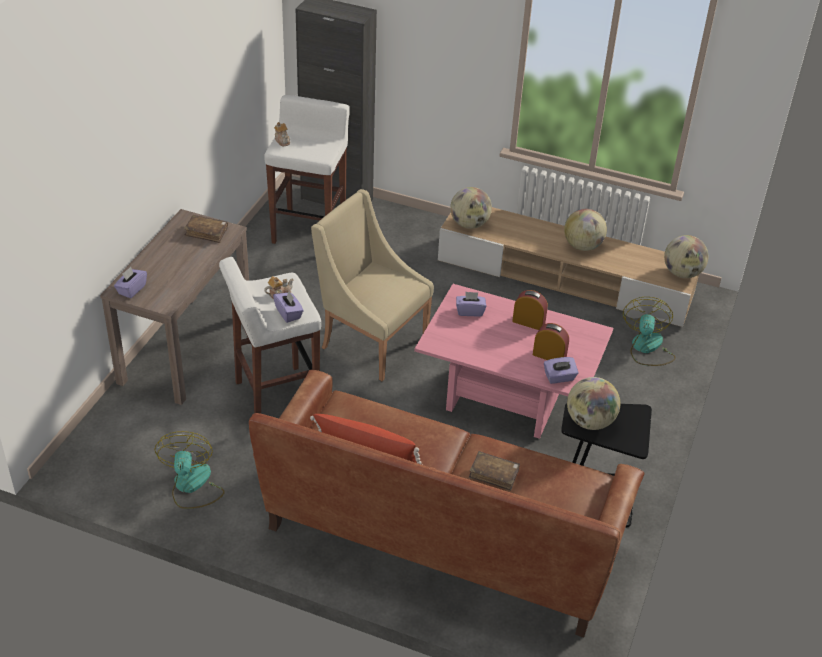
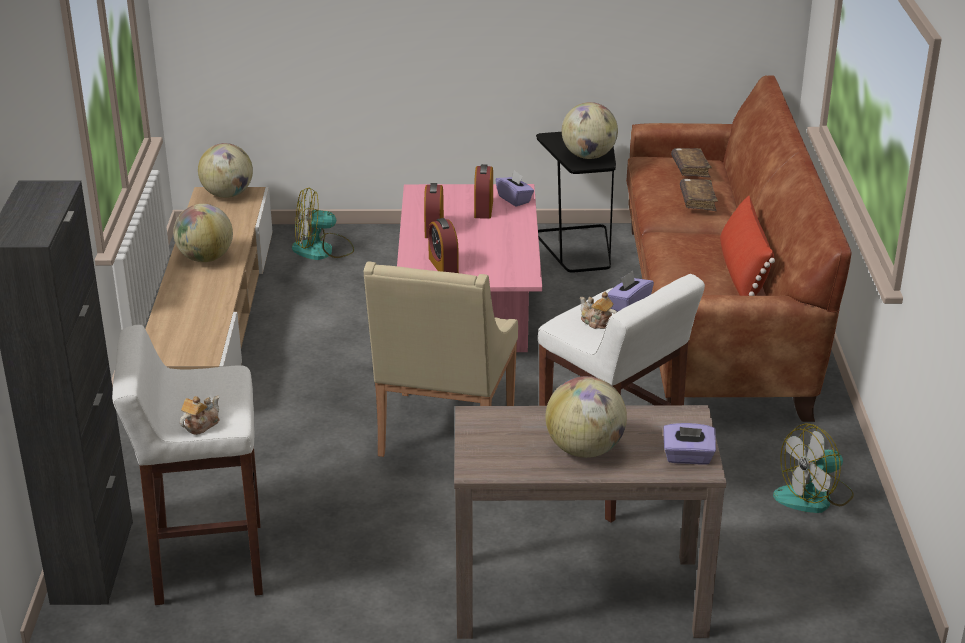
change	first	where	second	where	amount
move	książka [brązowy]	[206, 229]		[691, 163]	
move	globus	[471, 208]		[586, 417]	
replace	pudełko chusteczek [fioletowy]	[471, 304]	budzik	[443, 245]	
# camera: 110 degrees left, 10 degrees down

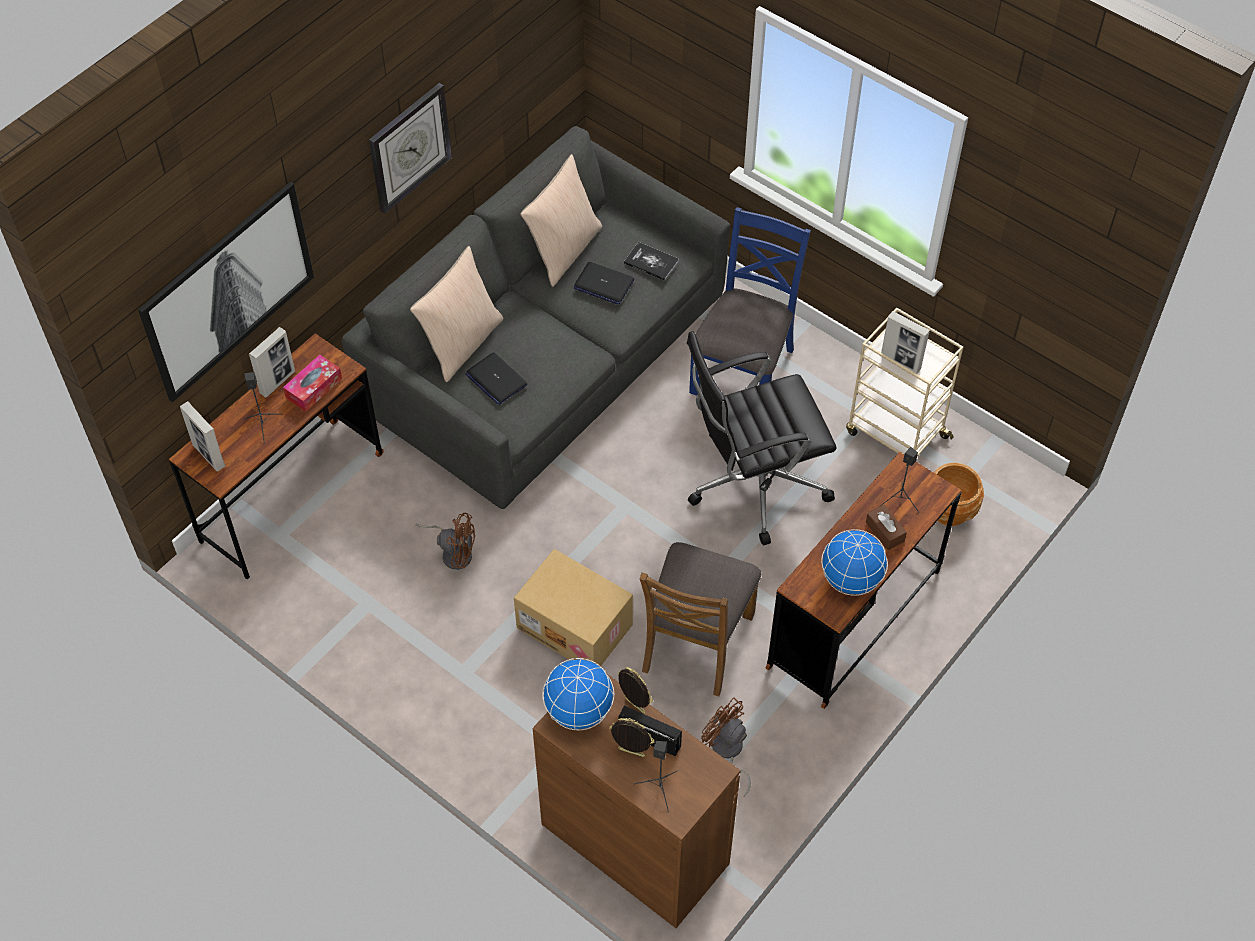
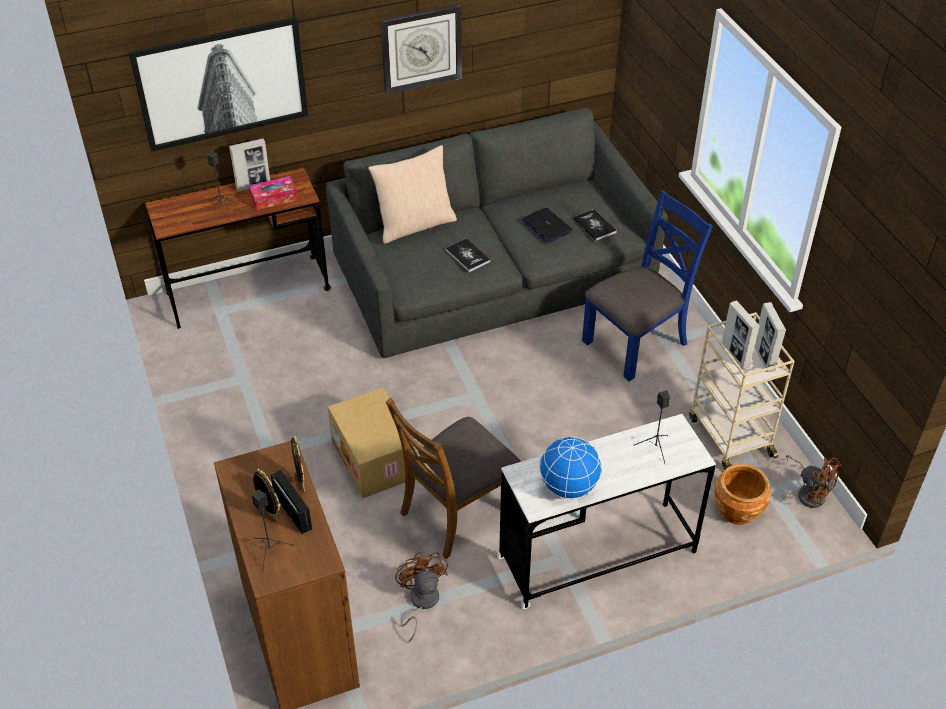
change	first	where	second	where	amount
move	ramka na zdjęcie	[202, 436]		[770, 337]	
move	wentylator [brązowy]	[445, 541]		[813, 481]	
delete	laptop	[496, 378]			
delete	poduszka [beżowy]	[561, 220]			
delete	globus	[578, 694]			
delete	krzesło biurowe [czarny]	[761, 438]			
recolor	biurko [brązowy]	[863, 580]	biurko [biały]	[606, 511]	
delete	pudełko chusteczek [brązowy]	[886, 527]			
insert			książka	[467, 255]	
# camera: 30 degrees right, 10 degrees down

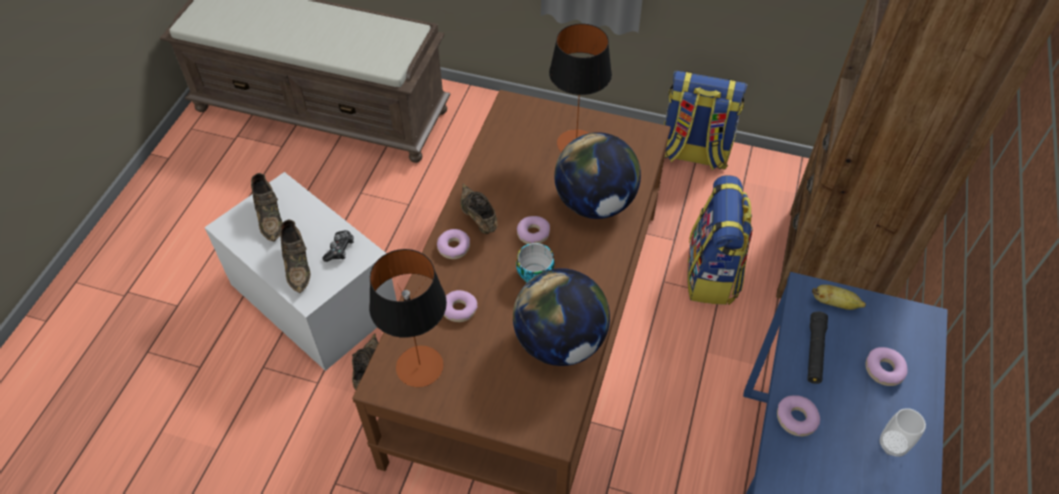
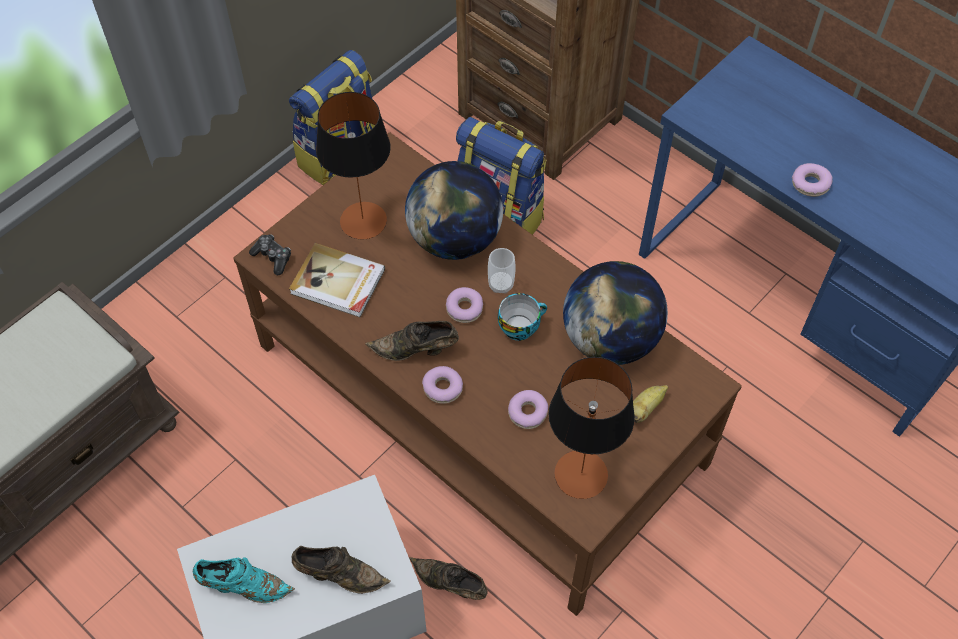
change	first	where	second	where	amount
recolor	but [brązowy]	[267, 207]	but [turkusowy]	[244, 580]	
move	pad do gier	[338, 246]		[270, 254]	
delete	latarka [czarny]	[818, 348]			
move	banan	[839, 297]		[650, 404]	
delete	donut	[886, 366]			
move	filiżanka	[902, 432]		[502, 271]	
insert			książka	[337, 280]	
# camera: 65 degrees left, 5 degrees up

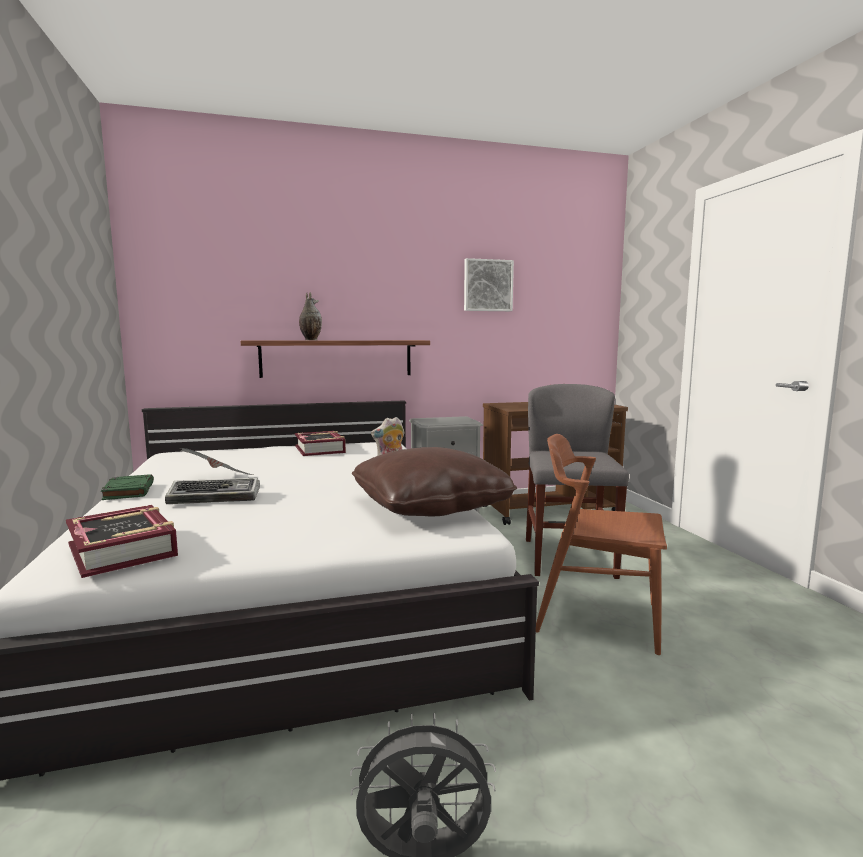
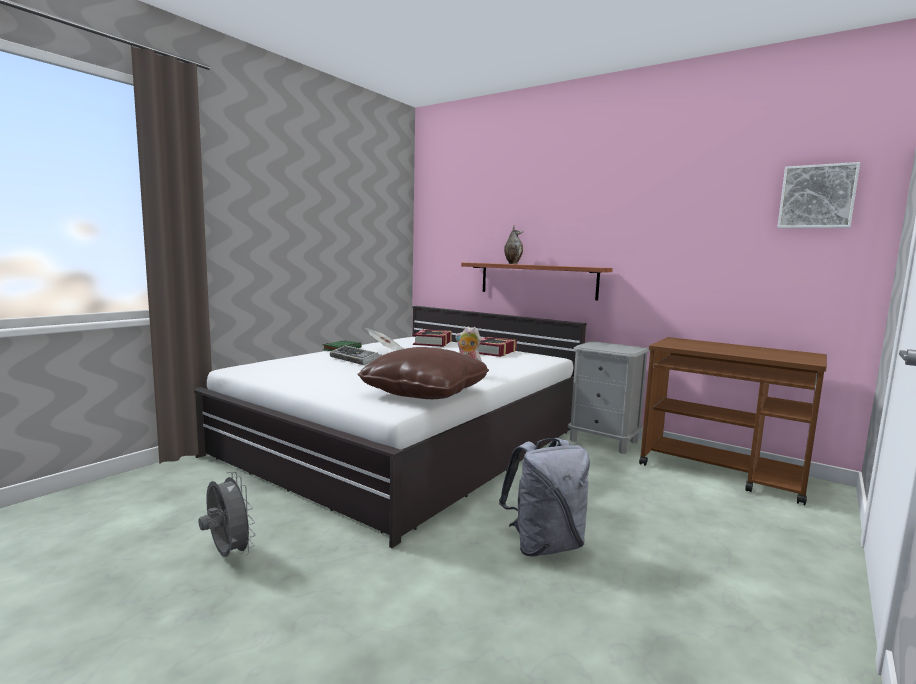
change	first	where	second	where	amount
move	książka	[122, 541]		[432, 338]	
move	obraz	[489, 284]		[818, 195]	
delete	krzesło [szary]	[577, 481]			
replace	krzesło [brązowy]	[601, 544]	plecak [szary]	[544, 497]	
# camera: 50 degrees right, 0 degrees up

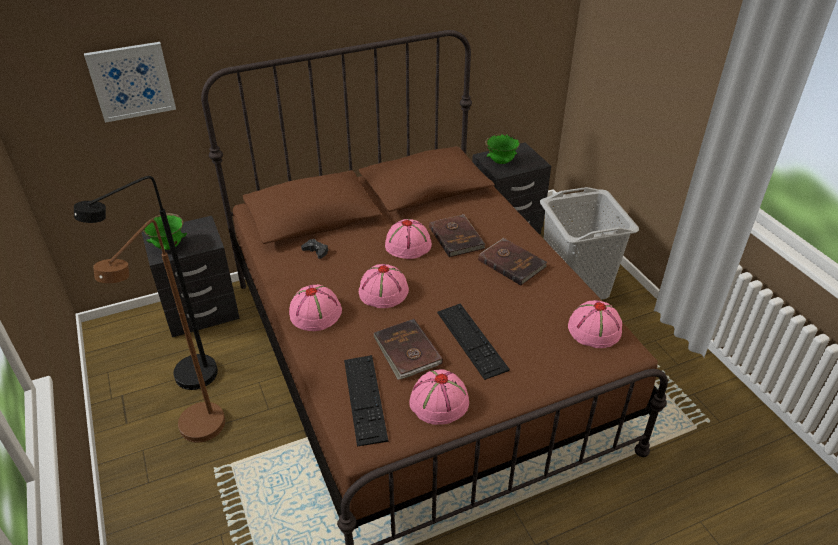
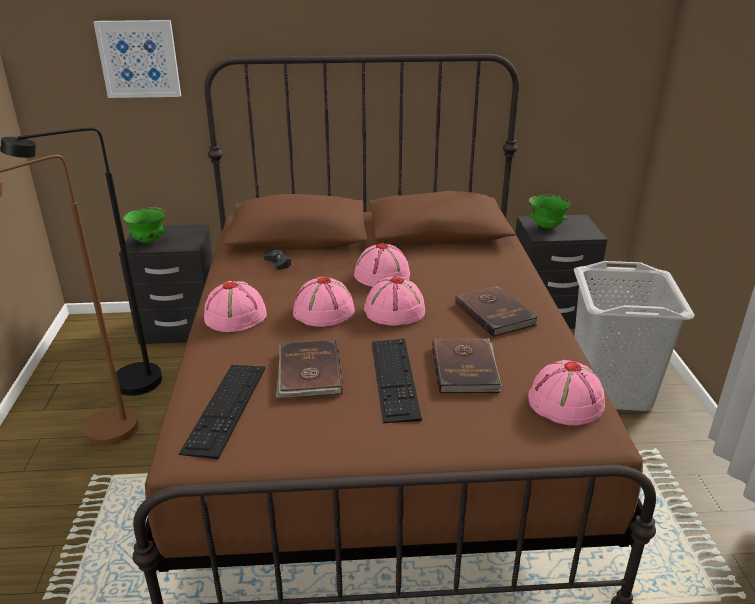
change	first	where	second	where	amount
move	kapelusz [różowy]	[439, 397]		[394, 301]	
move	książka [brązowy]	[457, 235]		[467, 366]	
# camera: 20 degrees right, 10 degrees down

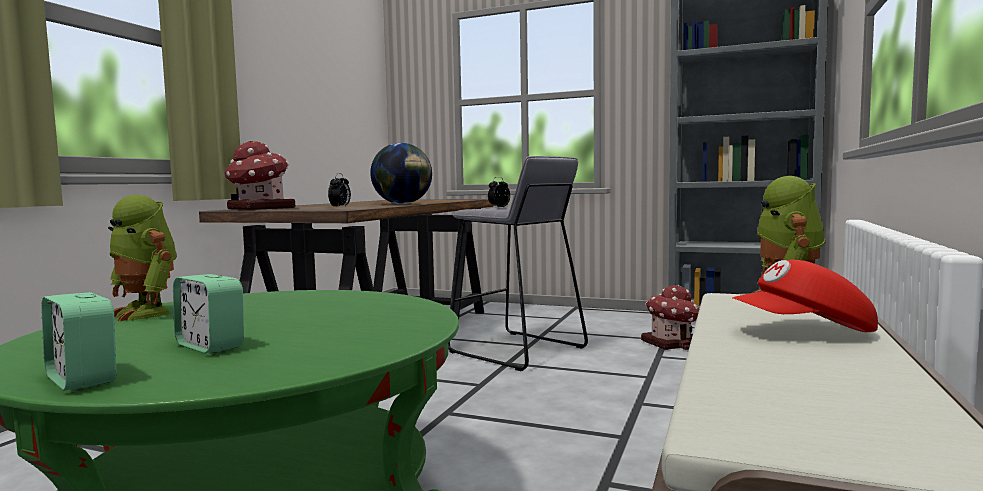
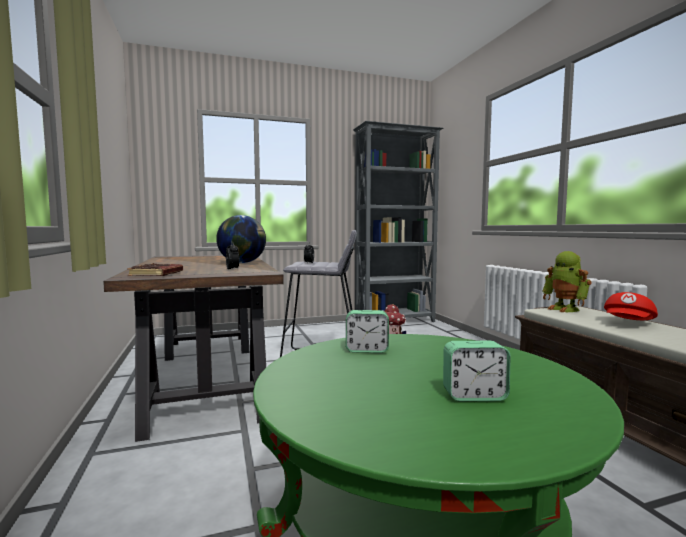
change	first	where	second	where	amount
move	budzik	[79, 341]		[367, 331]	
delete	robot zabawkowy	[142, 258]			
replace	domek	[260, 175]	książka [brązowy]	[155, 269]	
# camera: 40 degrees left, 0 degrees up

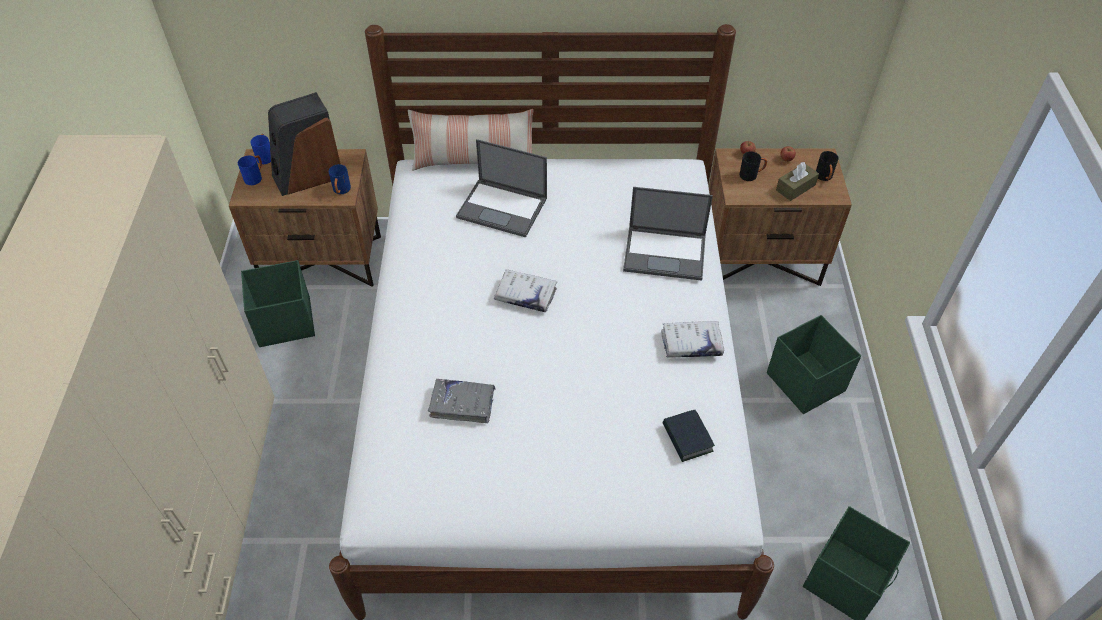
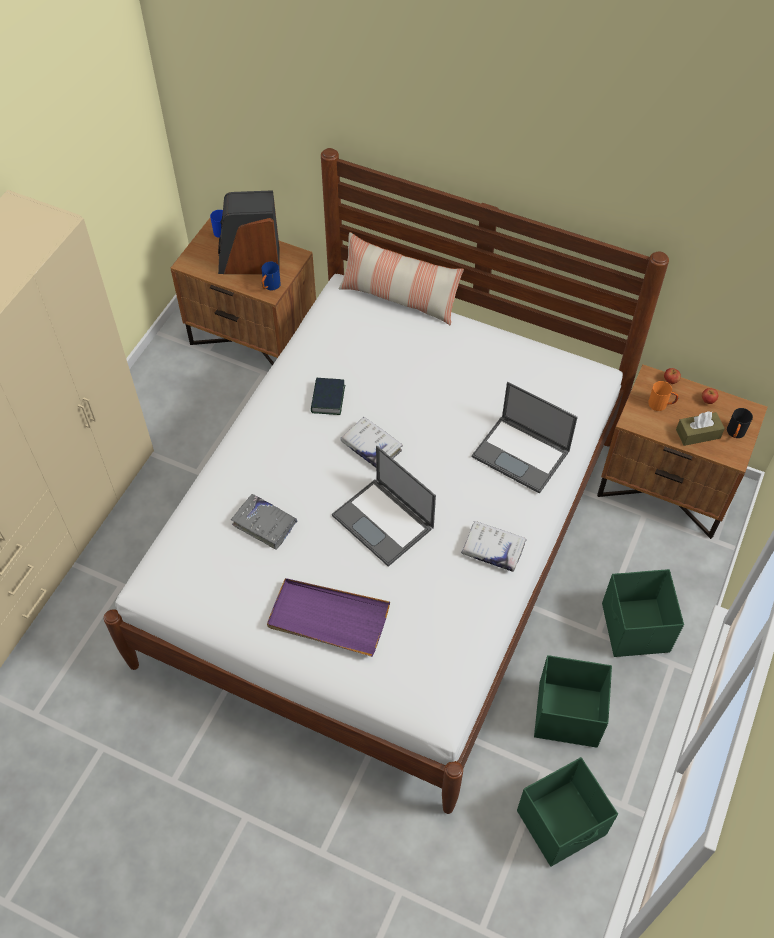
change	first	where	second	where	amount
delete	kubek [niebieski]	[250, 170]			
move	pojemnik do przechowywania [zielony]	[278, 303]		[573, 701]	
move	laptop	[501, 188]		[384, 506]	
move	książka	[689, 436]		[328, 396]	
recolor	kubek [czarny]	[753, 166]	kubek [pomarańczowy]	[663, 396]	
insert			taca [fioletowy]	[328, 617]	
# camera: 25 degrees right, 5 degrees up

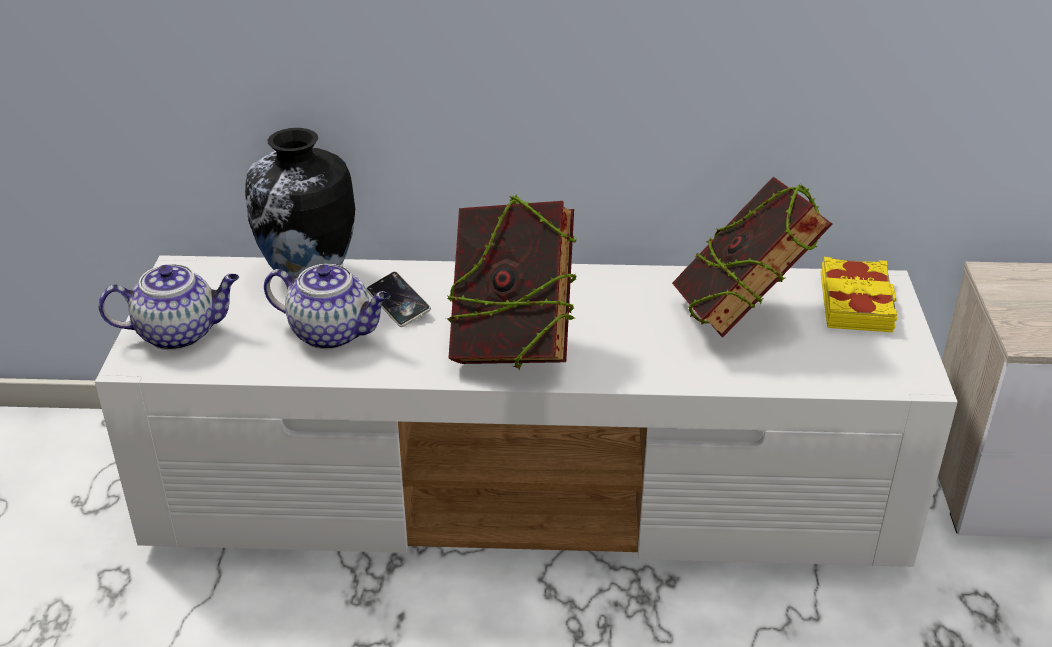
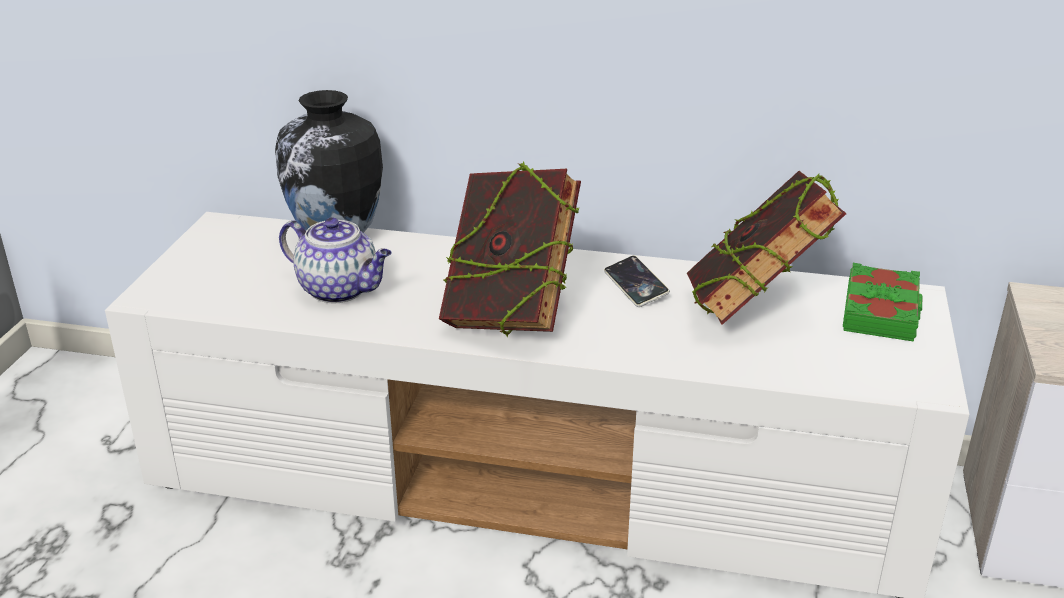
change	first	where	second	where	amount
delete	imbryk	[168, 307]			
move	telefon	[398, 299]		[637, 281]	
recolor	książka [żółty]	[858, 294]	książka [zielony]	[883, 302]	
# camera: 10 degrees right, 5 degrees down

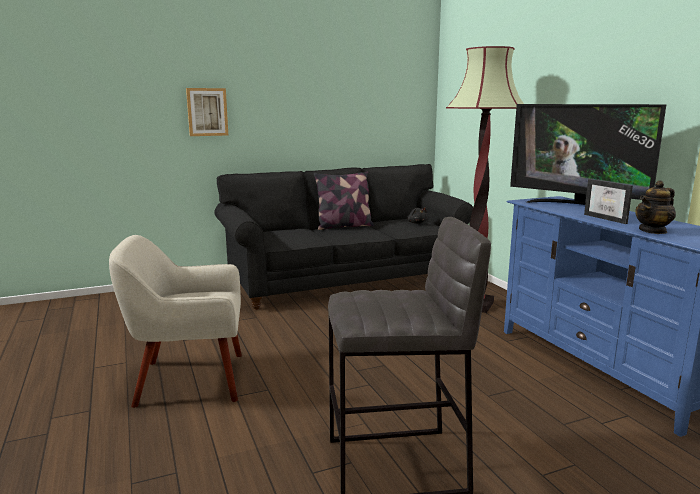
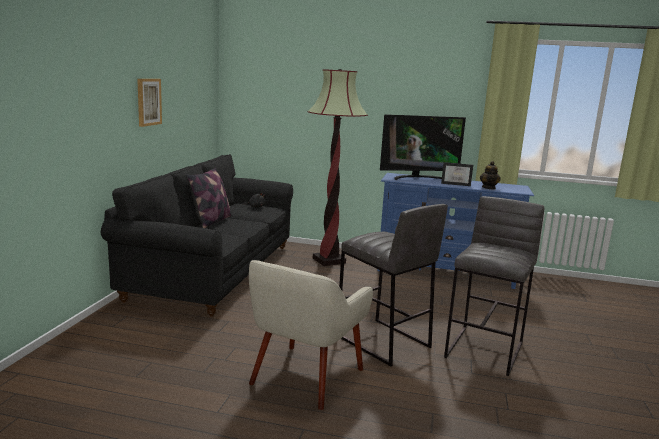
change	first	where	second	where	amount
move	obraz	[207, 112]		[149, 103]	
insert			stołek [szary]	[393, 285]	
# camera: 55 degrees left, 0 degrees up

